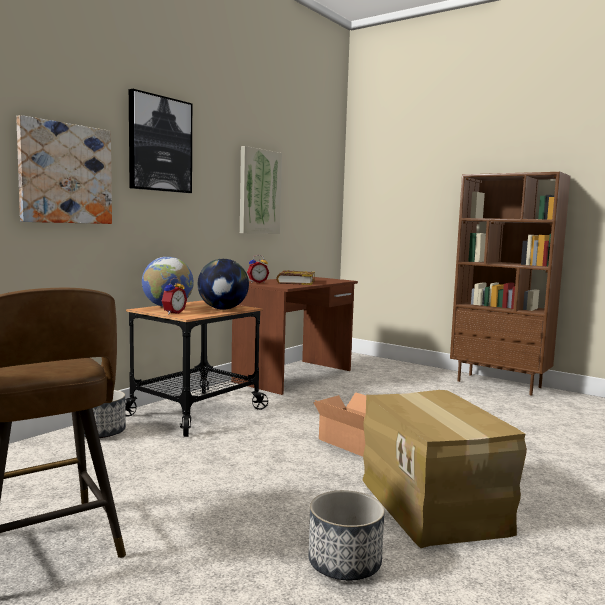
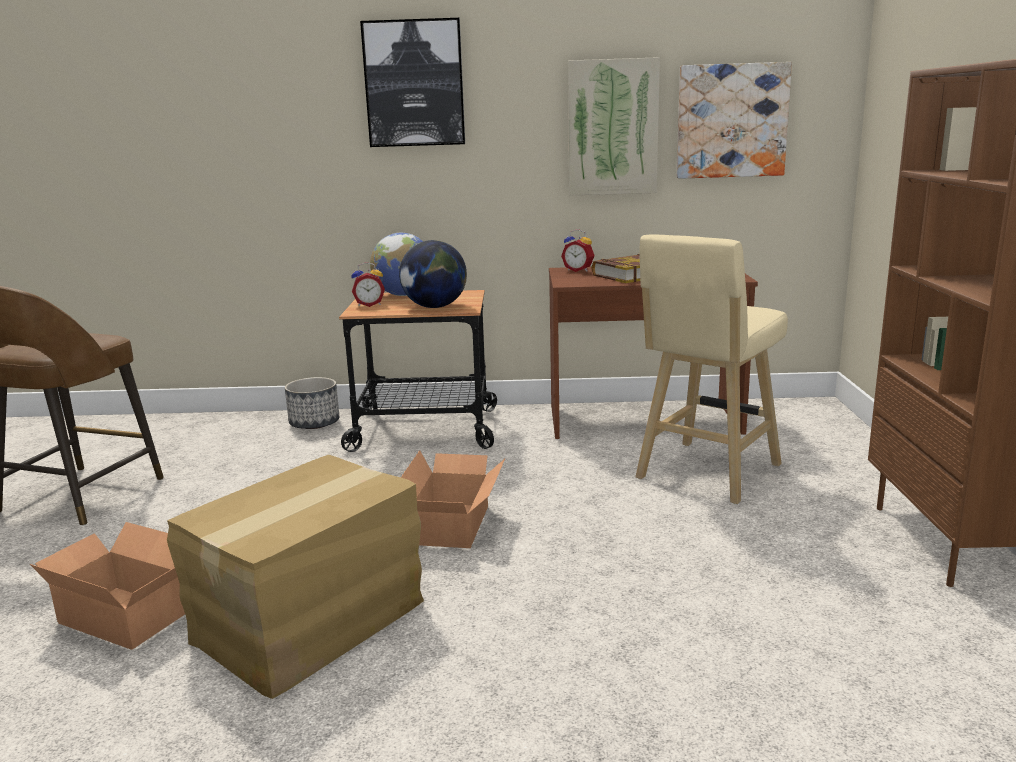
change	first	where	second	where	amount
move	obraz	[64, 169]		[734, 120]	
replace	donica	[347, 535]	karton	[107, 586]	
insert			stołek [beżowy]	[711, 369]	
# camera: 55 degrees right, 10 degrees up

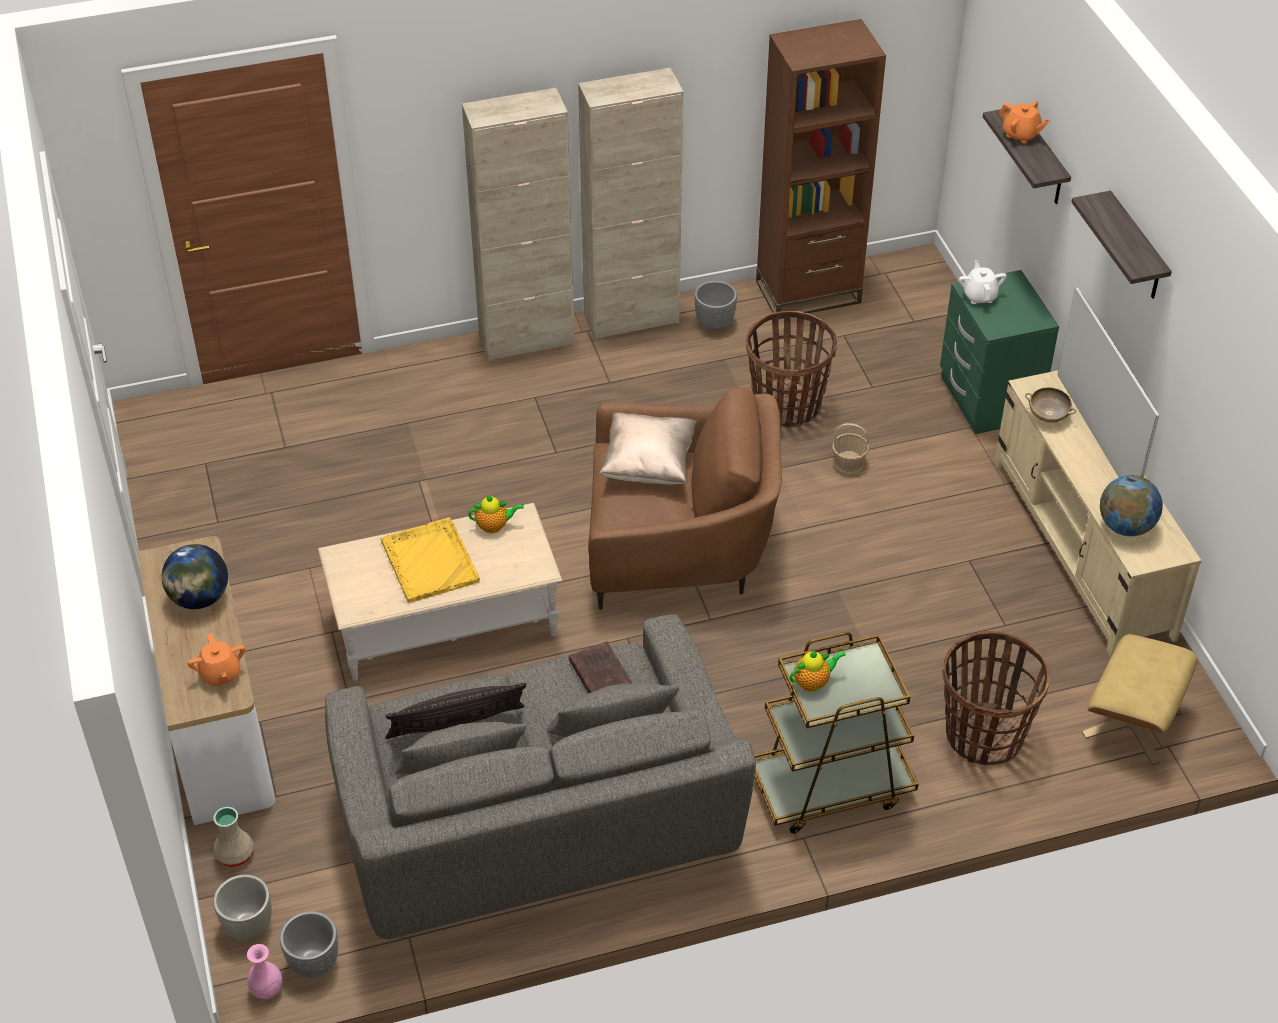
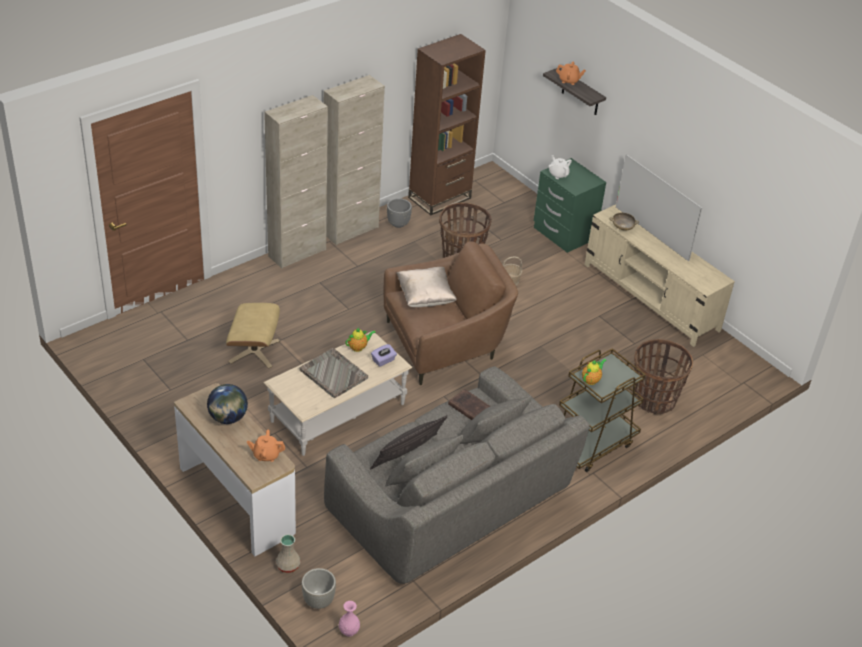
change	first	where	second	where	amount
rotate	imbryk [pomarańczowy]	[216, 660]		[266, 446]	135 degrees clockwise
delete	donica [szary]	[309, 944]			
recolor	taca [żółty]	[430, 560]	taca [szary]	[333, 373]	
delete	półka	[1121, 245]			
move	pufa [beżowy]	[1139, 699]		[253, 336]	
delete	globus	[1131, 505]			
insert			pudełko chusteczek [fioletowy]	[384, 355]	
# camera: 25 degrees left, 5 degrees down

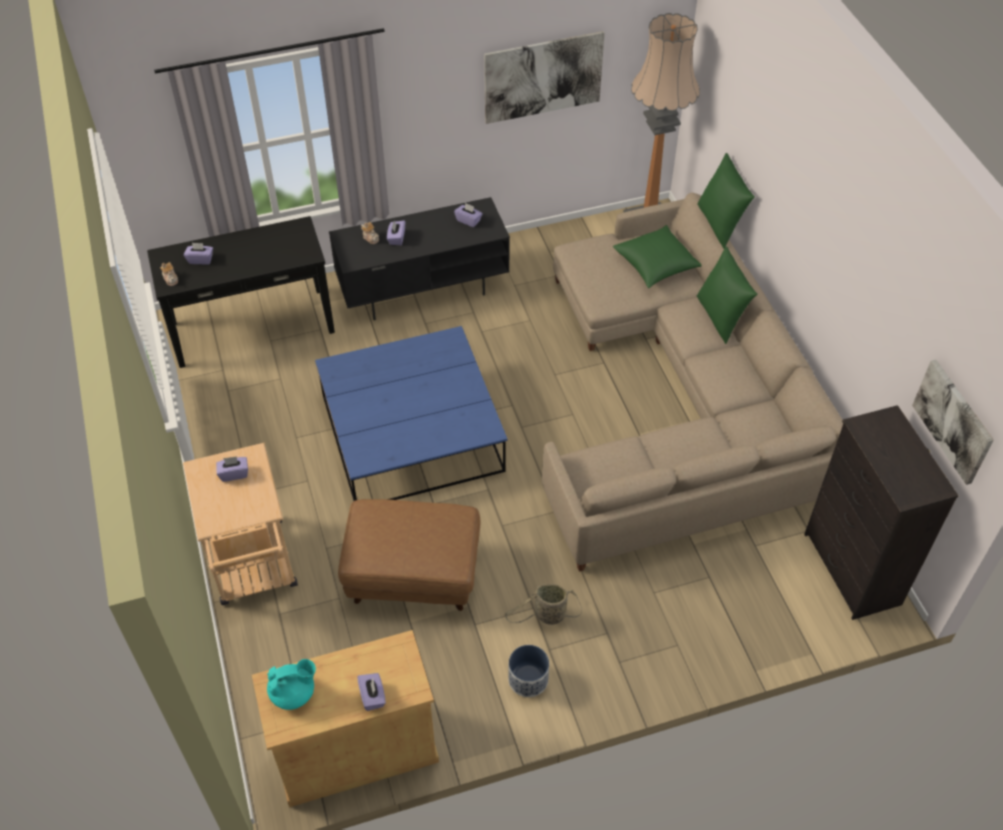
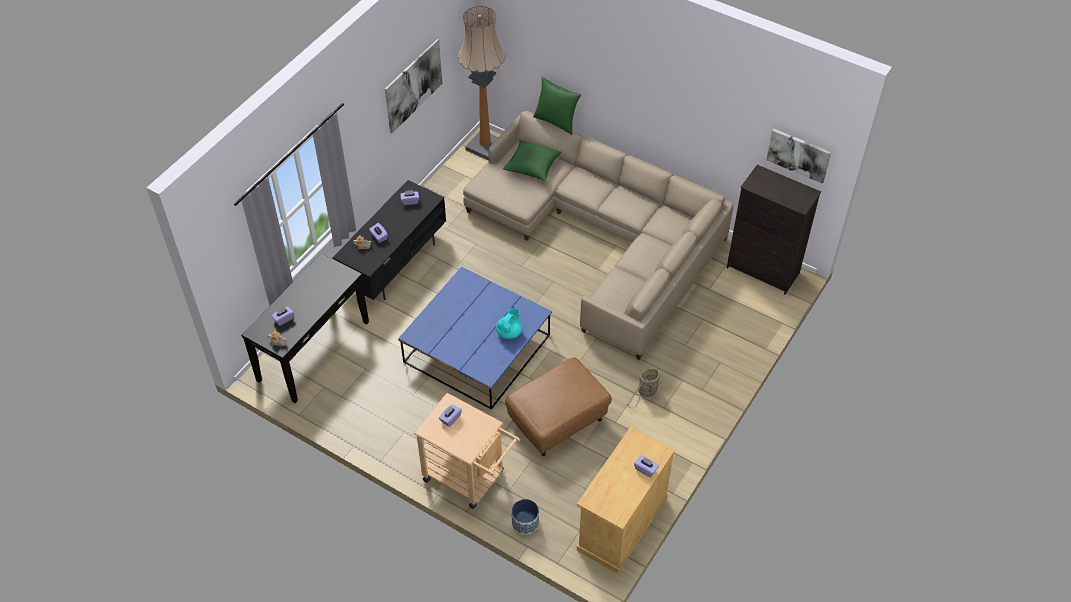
change	first	where	second	where	amount
move	imbryk [turkusowy]	[291, 684]		[509, 323]	
move	donica	[528, 671]		[525, 517]	
delete	poduszka [zielony]	[727, 295]			
# camera: 40 degrees left, 0 degrees up

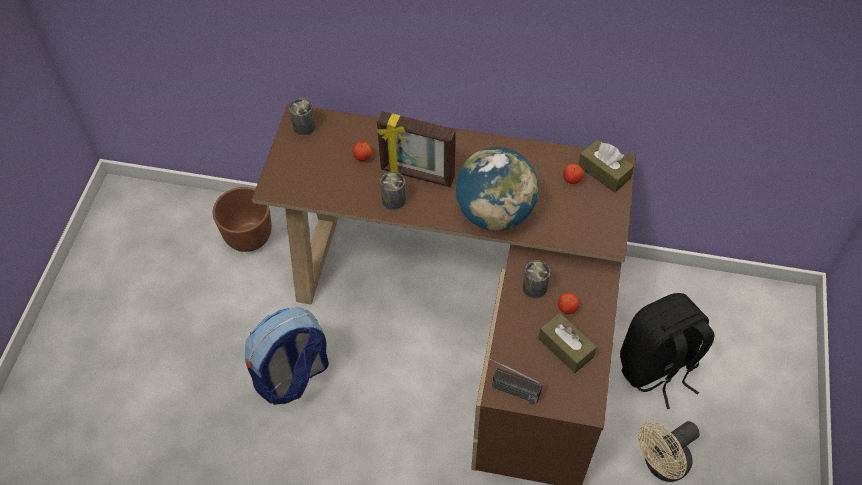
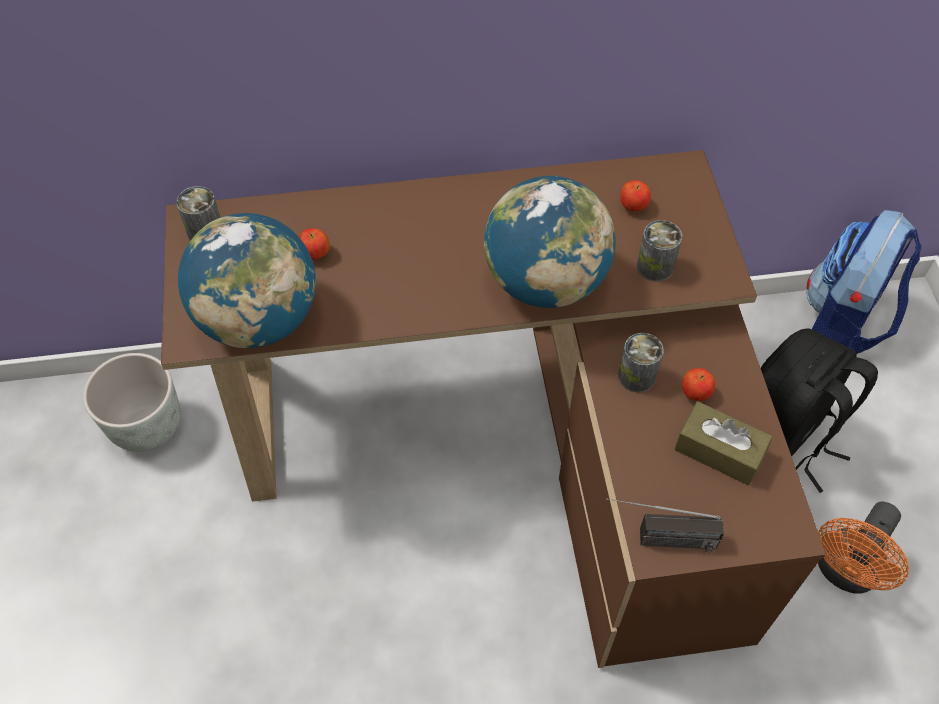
change	first	where	second	where	amount
recolor	donica [brązowy]	[242, 219]	donica [szary]	[132, 402]	
move	plecak	[287, 356]		[864, 282]	
delete	ramka na zdjęcie	[416, 149]			
move	puszka	[393, 191]		[659, 251]	
delete	pudełko chusteczek [brązowy]	[606, 166]			
recolor	wentylator [beżowy]	[669, 451]	wentylator [pomarańczowy]	[863, 547]	
insert			globus	[247, 280]	
# camera: 20 degrees left, 0 degrees up

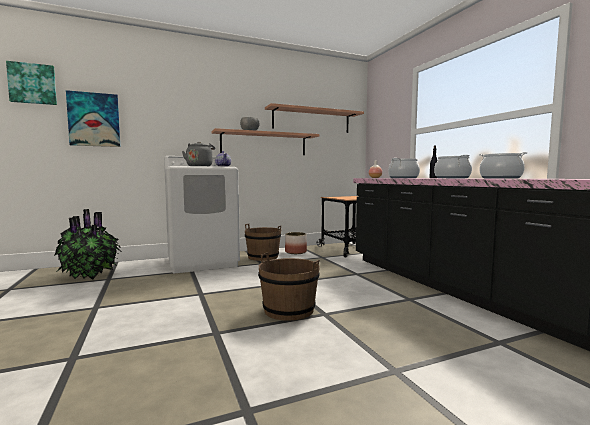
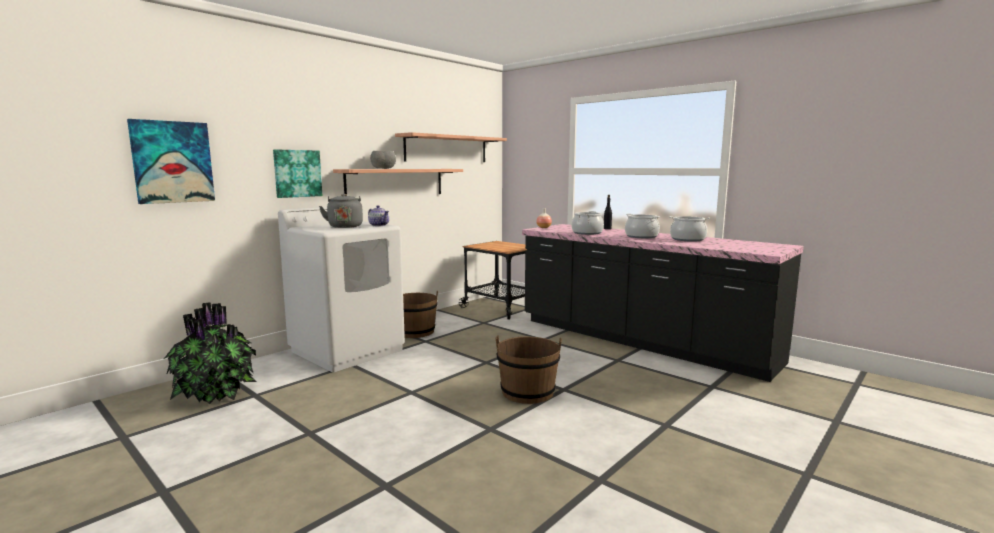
change	first	where	second	where	amount
move	obraz	[31, 83]		[297, 174]	
delete	donica	[296, 243]			
# camera: 25 degrees left, 5 degrees up

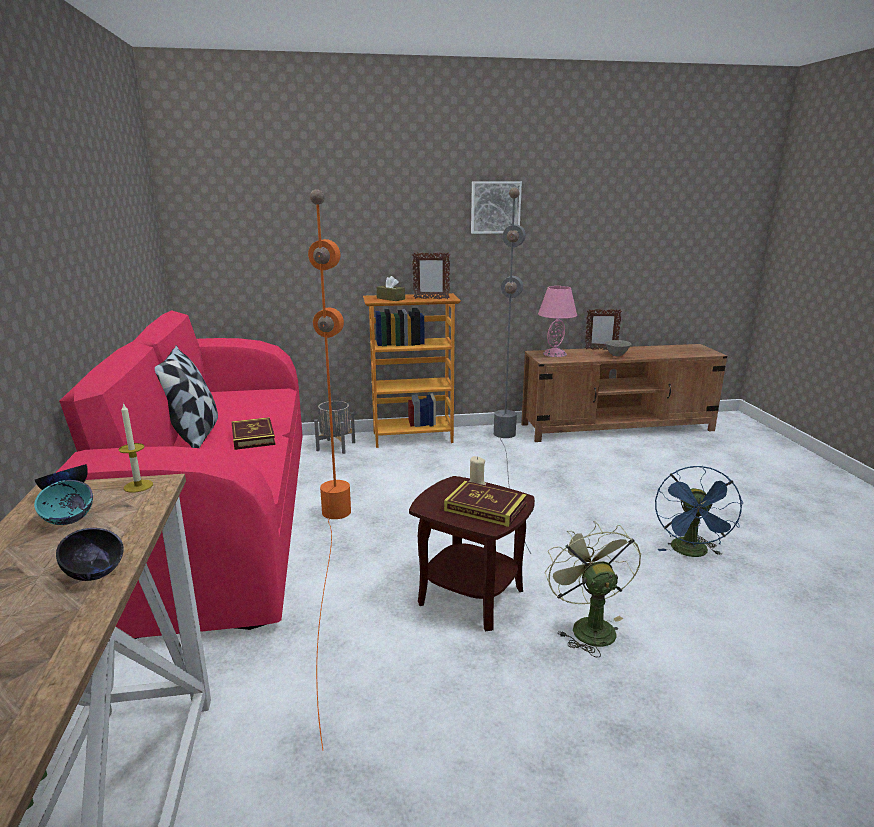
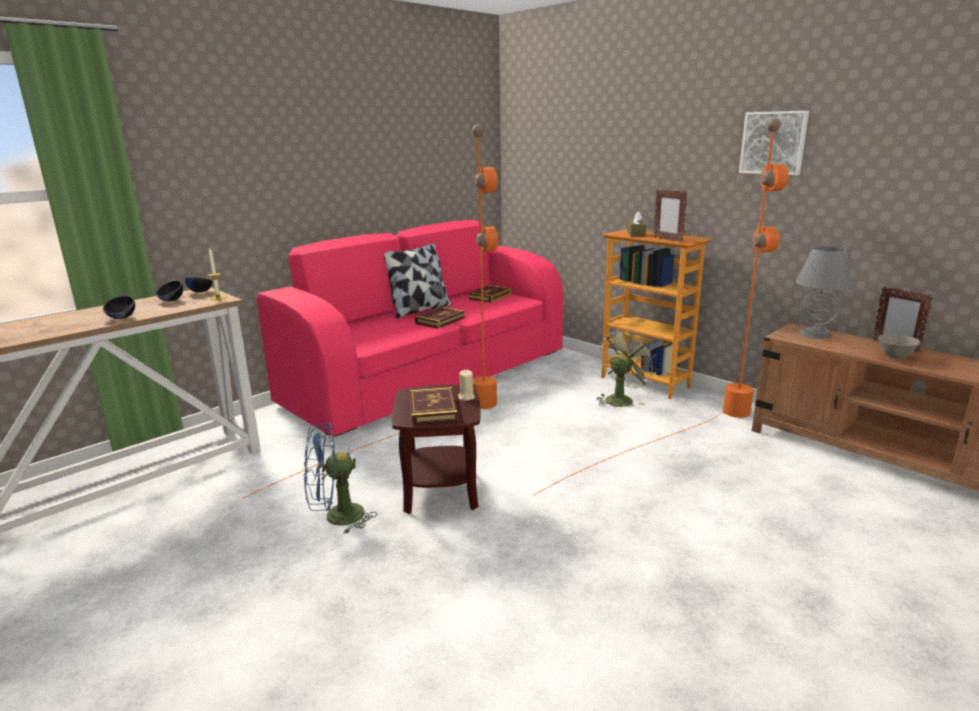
change	first	where	second	where	amount
recolor	miska [turkusowy]	[63, 502]	miska [czarny]	[169, 291]	
delete	donica [szary]	[334, 427]			
recolor	lampa stojąca [szary]	[512, 370]	lampa stojąca [pomarańczowy]	[661, 306]	
recolor	lampa stołowa [różowy]	[557, 321]	lampa stołowa [szary]	[824, 292]	
move	wentylator [zielony]	[593, 589]		[626, 368]	
move	wentylator [niebieski]	[699, 511]		[340, 478]	
insert			książka	[489, 294]	
# camera: 55 degrees right, 0 degrees up

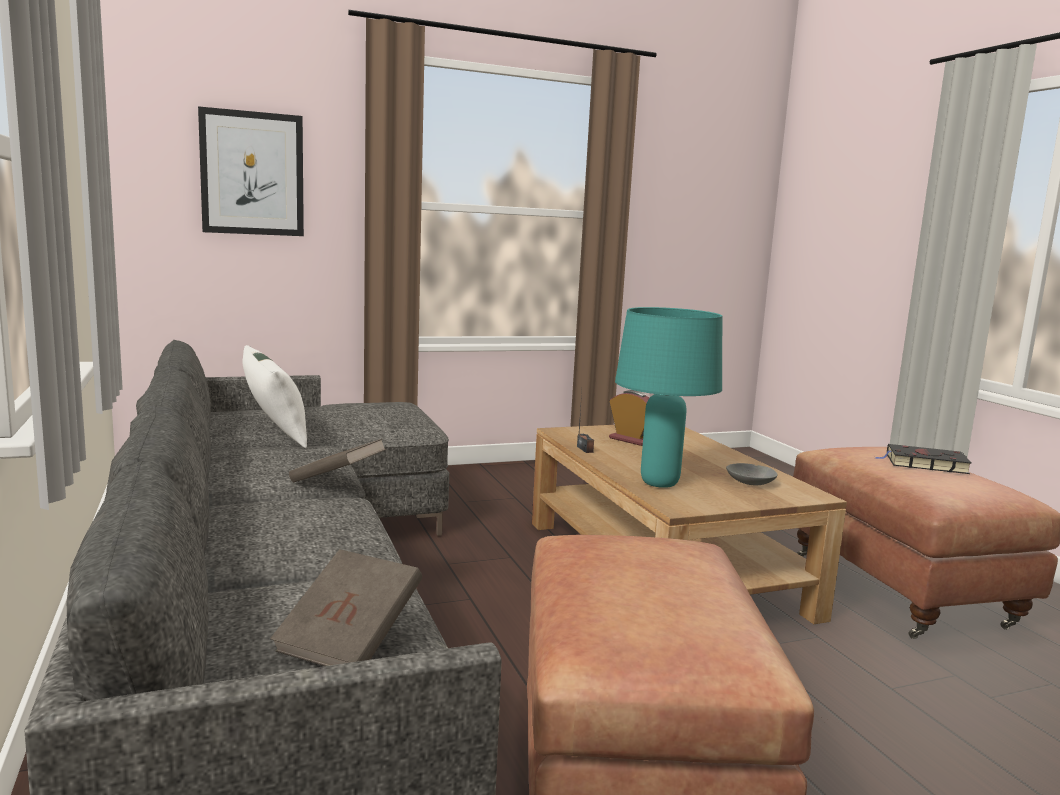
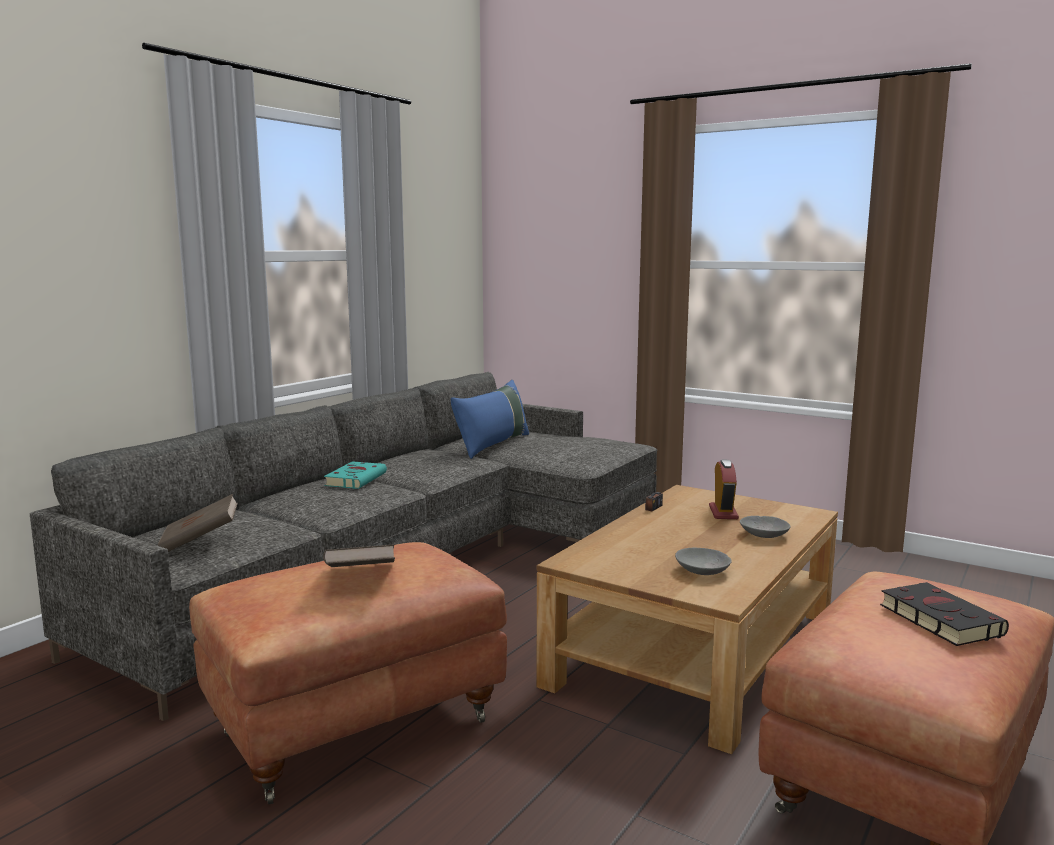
change	first	where	second	where	amount
delete	obraz	[251, 171]			
recolor	poduszka [biały]	[274, 396]	poduszka [niebieski]	[490, 419]	
move	książka [brązowy]	[337, 461]		[359, 555]	
delete	lampa stołowa [turkusowy]	[668, 397]			
insert			książka [turkusowy]	[355, 475]	
insert			miska [szary]	[765, 527]	
# camera: 55 degrees right, 0 degrees up

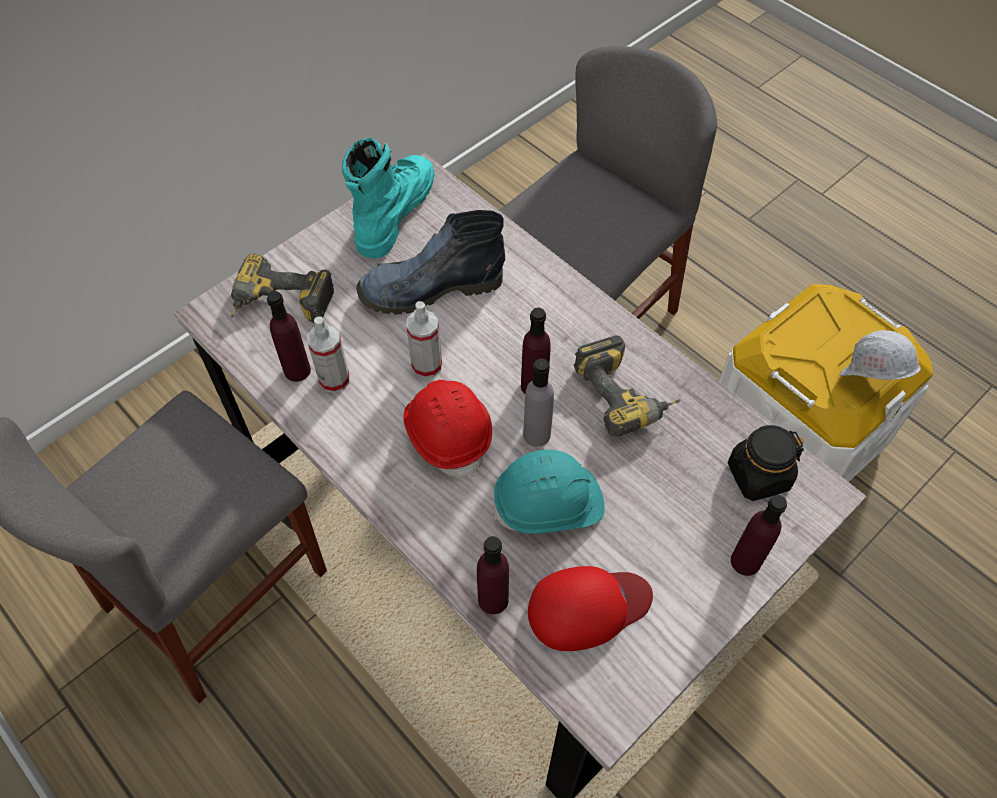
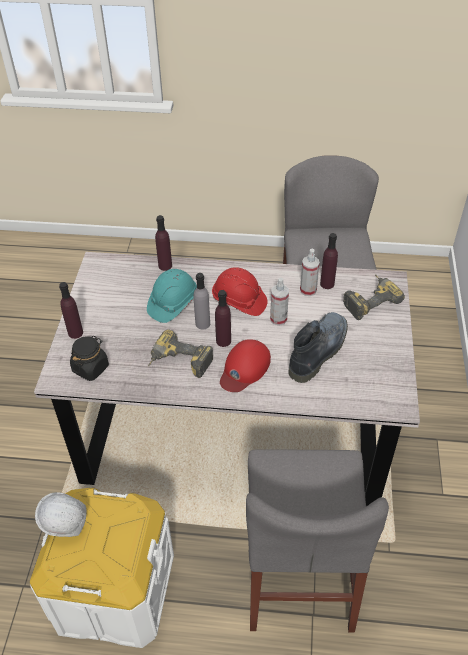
change	first	where	second	where	amount
delete	but z cholewką [turkusowy]	[388, 198]			
move	czapka z daszkiem [czerwony]	[590, 608]		[245, 365]	
# camera: 140 degrees right, 10 degrees down

